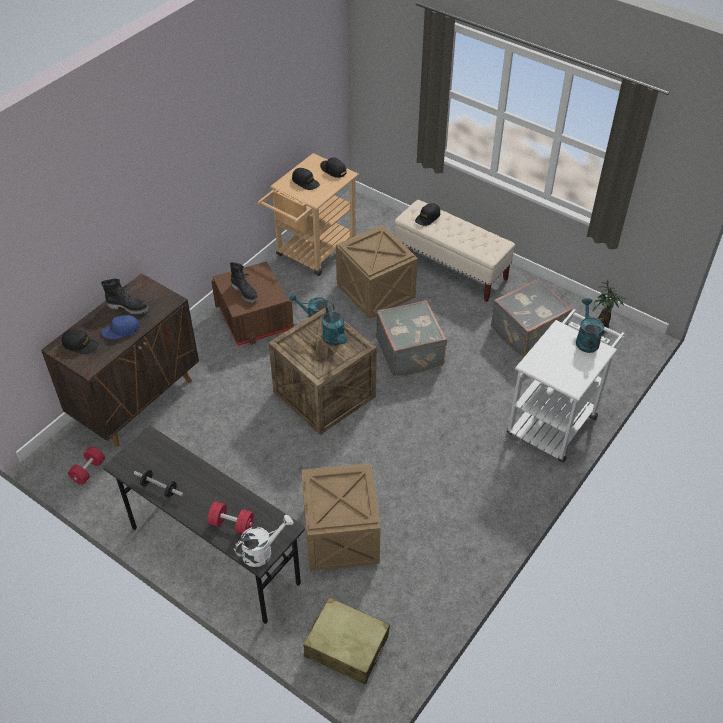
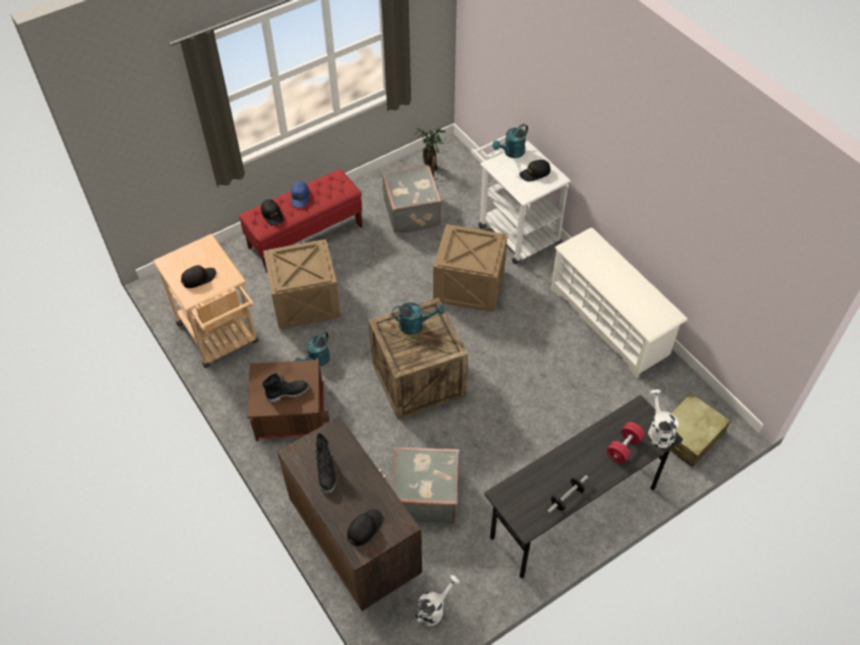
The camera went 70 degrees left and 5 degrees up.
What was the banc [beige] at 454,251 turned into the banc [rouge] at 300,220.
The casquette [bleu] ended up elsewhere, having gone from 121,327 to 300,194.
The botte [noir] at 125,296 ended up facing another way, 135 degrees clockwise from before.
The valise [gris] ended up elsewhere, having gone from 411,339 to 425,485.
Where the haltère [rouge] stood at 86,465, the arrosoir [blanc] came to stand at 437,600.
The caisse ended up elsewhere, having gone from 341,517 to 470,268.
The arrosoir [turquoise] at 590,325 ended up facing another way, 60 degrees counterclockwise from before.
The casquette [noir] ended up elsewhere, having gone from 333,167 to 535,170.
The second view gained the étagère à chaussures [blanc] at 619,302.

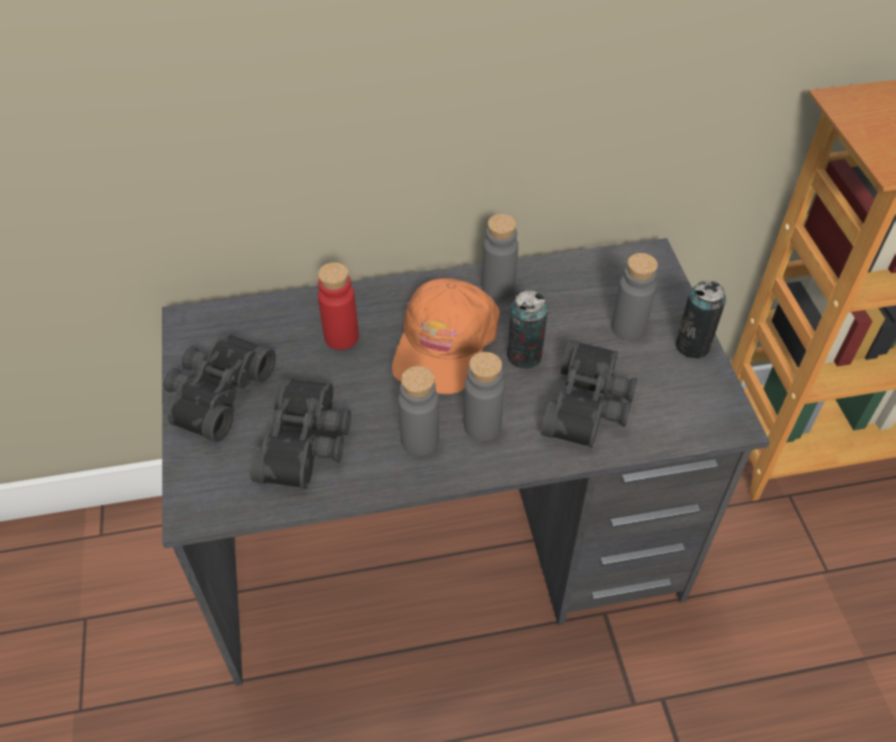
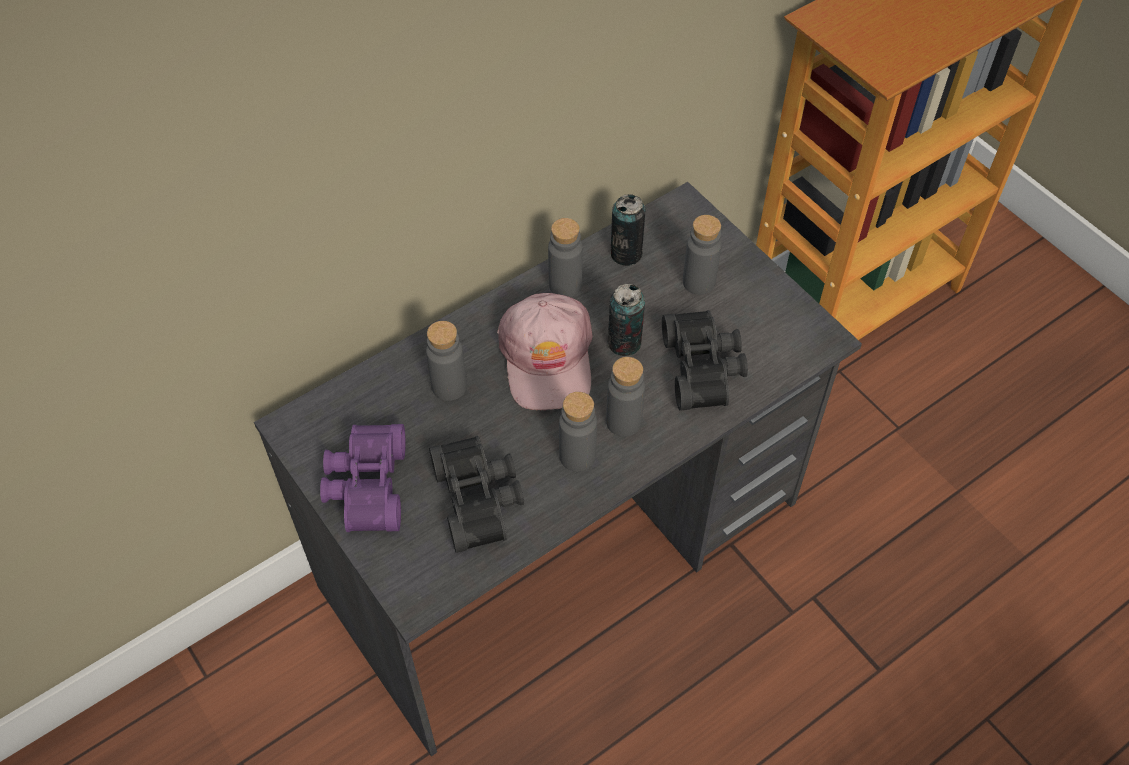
The camera went 25 degrees left and 5 degrees up.
What was the jumelles [noir] at 219,388 turned into the jumelles [violet] at 363,478.
What was the bouteille [rouge] at 338,306 turned into the bouteille [gris] at 446,361.
What was the casquette [orange] at 446,336 turned into the casquette [rose] at 544,351.
The boîte métallique ended up elsewhere, having gone from 701,319 to 628,230.

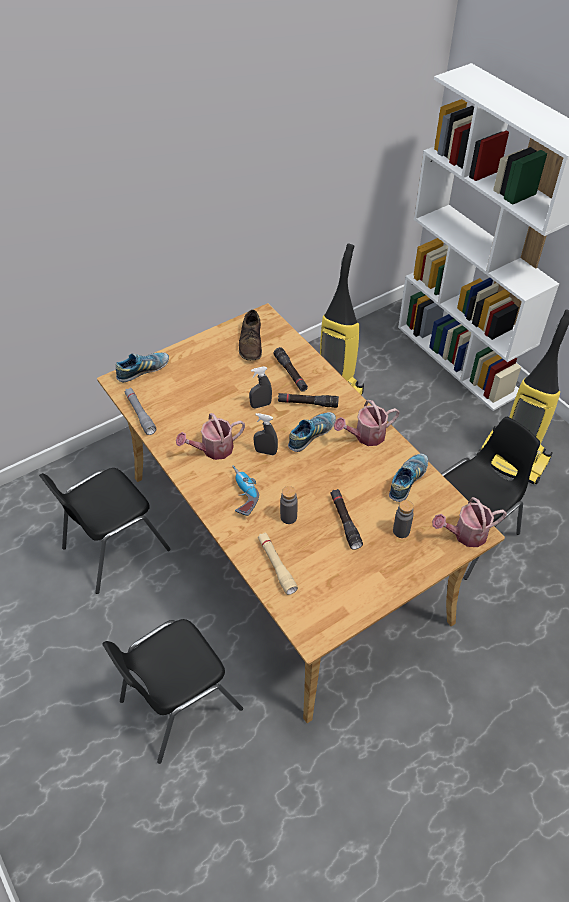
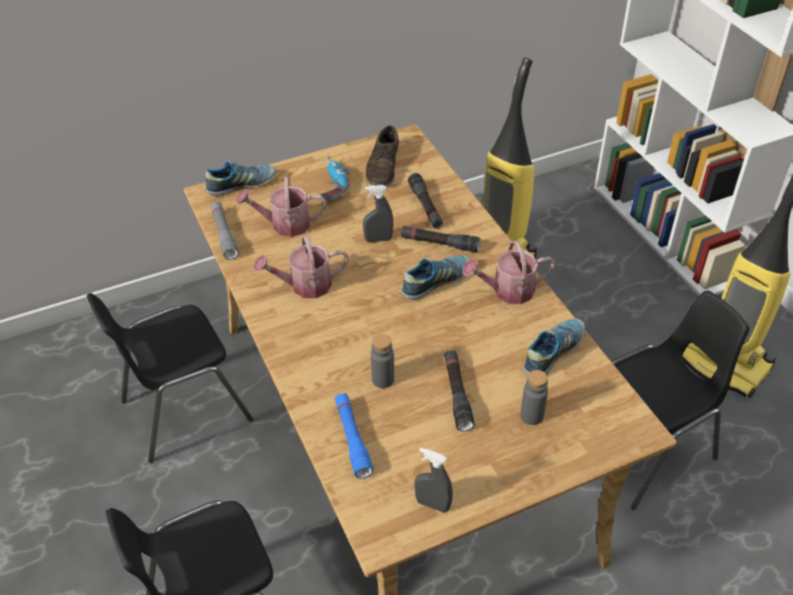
The camera went 10 degrees right and 5 degrees down.
The arrosoir ended up elsewhere, having gone from 469,522 to 281,207.
The perceuse ended up elsewhere, having gone from 245,490 to 335,179.
What was the lampe de poche [beige] at 278,563 turned into the lampe de poche [bleu] at 354,436.
The vaporisateur [gris] ended up elsewhere, having gone from 265,434 to 433,480.

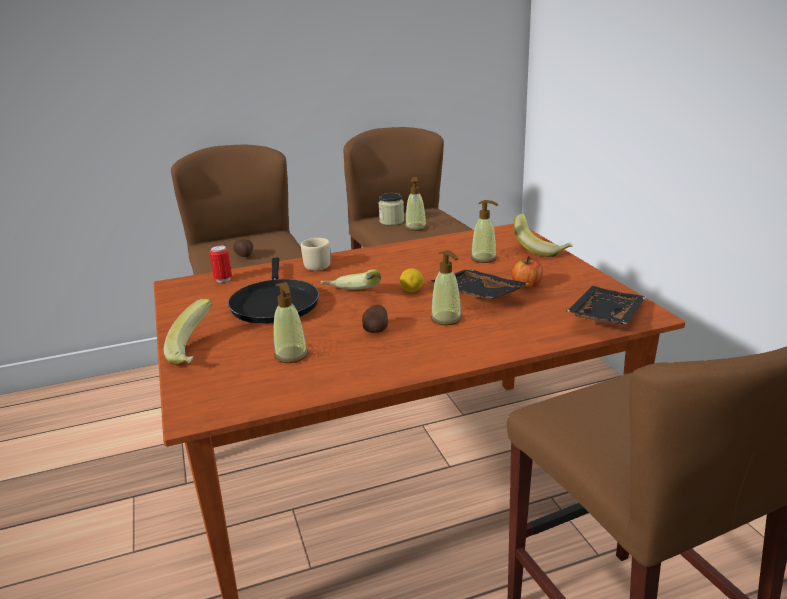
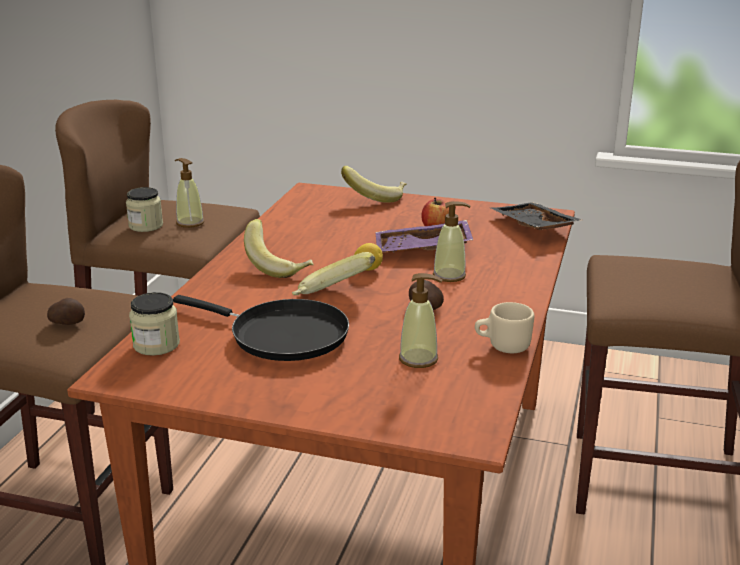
The camera went 55 degrees left and 0 degrees up.
Where the boîte métallique stood at 221,264, the bocal came to stand at 154,324.
The banane ended up elsewhere, having gone from 188,332 to 278,248.
What was the plateau [noir] at 480,284 turned into the plateau [violet] at 424,236.
The mug [beige] ended up elsewhere, having gone from 316,254 to 504,327.
The second view lost the distributeur de savon at 485,231.

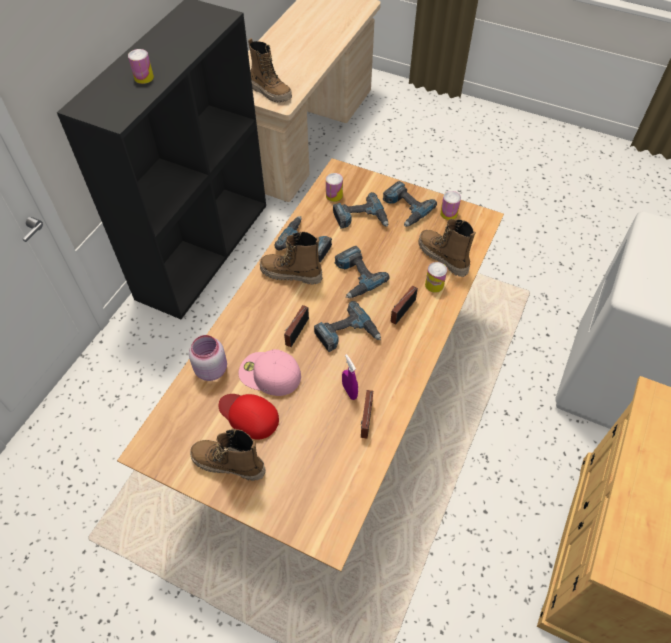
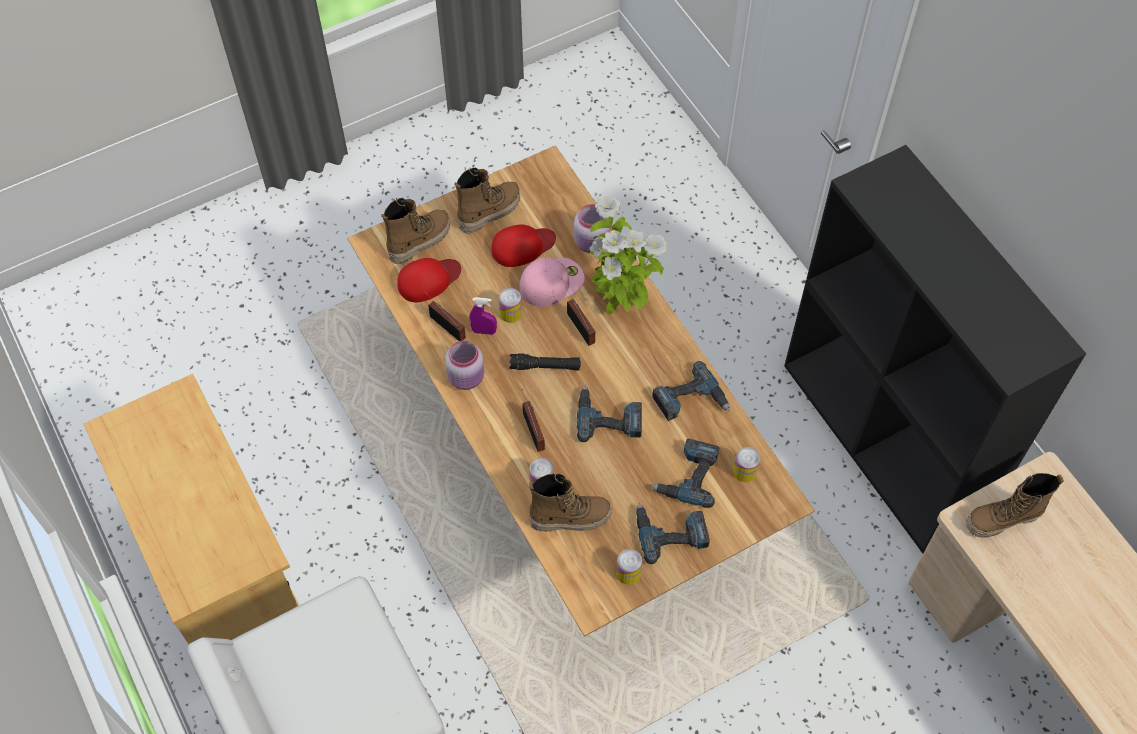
The camera went 125 degrees right and 5 degrees up.
The botte ended up elsewhere, having gone from 291,258 to 415,231.
The second view gained the casquette [rouge] at 429,280.
The second view gained the bocal [rose] at 464,365.
The boîte métallique ended up elsewhere, having gone from 141,66 to 510,305.
Where the perceuse stood at 347,326, the lampe de poche [noir] came to stand at 545,361.
The second view gained the plante en pot at 628,254.

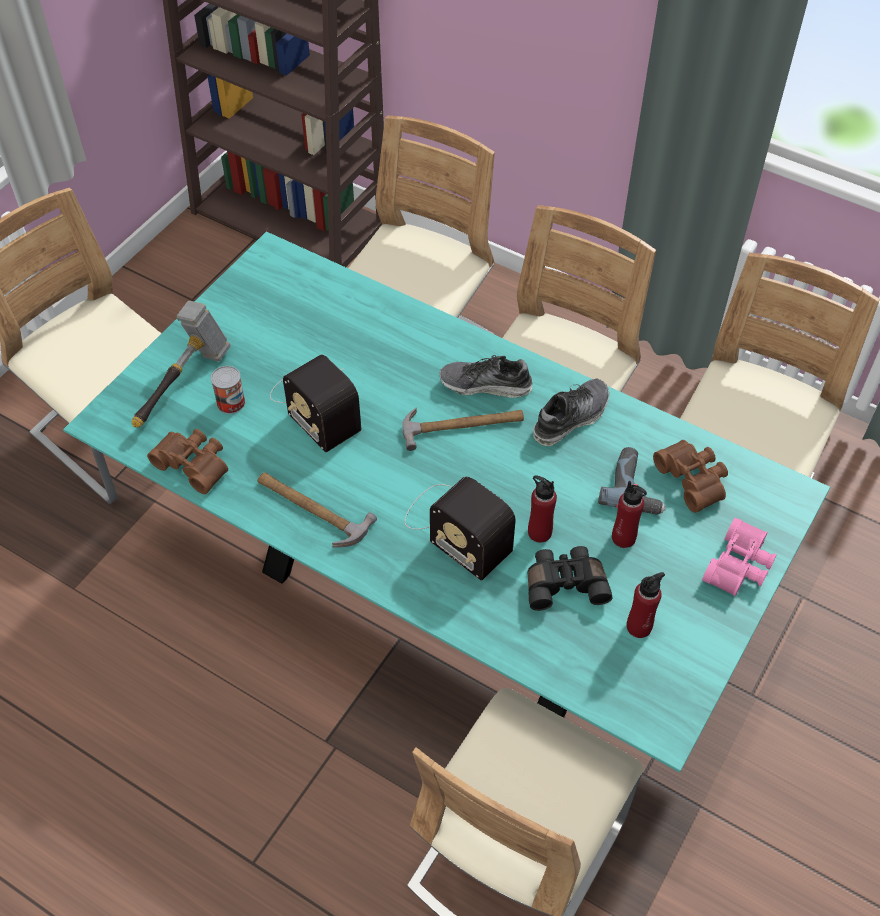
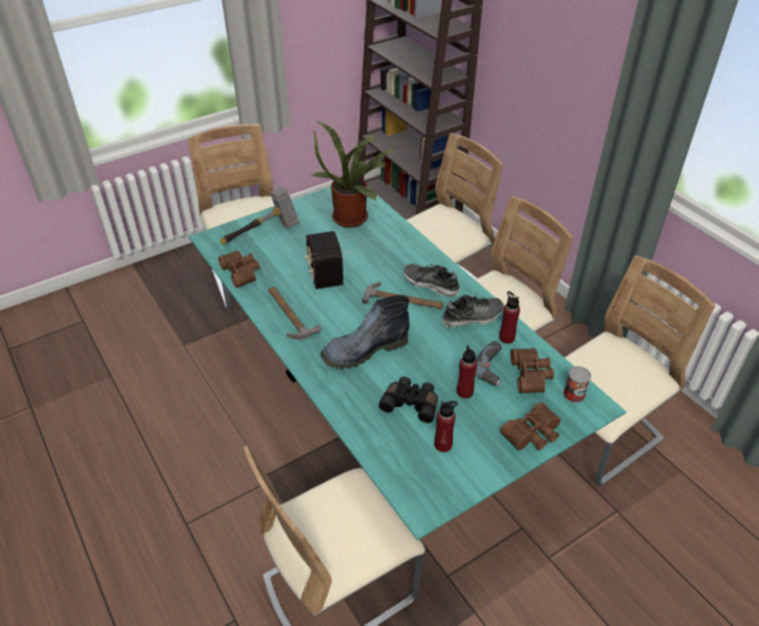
The camera went 25 degrees right and 10 degrees down.
The second view gained the plante en pot at 354,174.
Where the radio stood at 460,529, the botte came to stand at 365,332.
The bouteille [rouge] ended up elsewhere, having gone from 542,509 to 509,317.
What was the jumelles [rose] at 739,556 turned into the jumelles [marron] at 530,426.
The boîte métallique ended up elsewhere, having gone from 228,390 to 577,384.

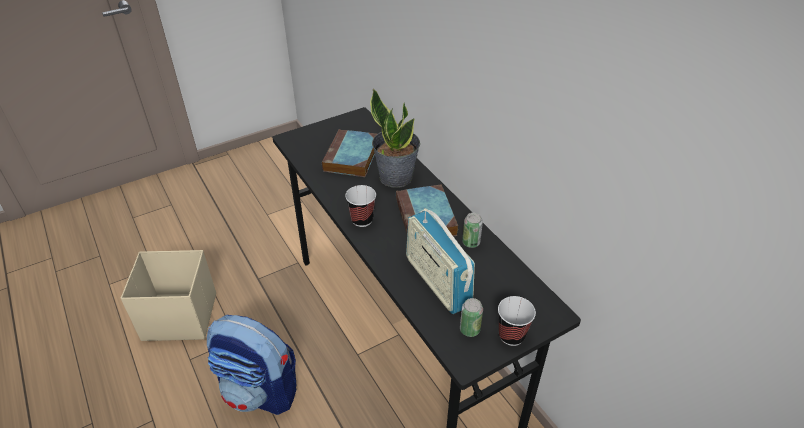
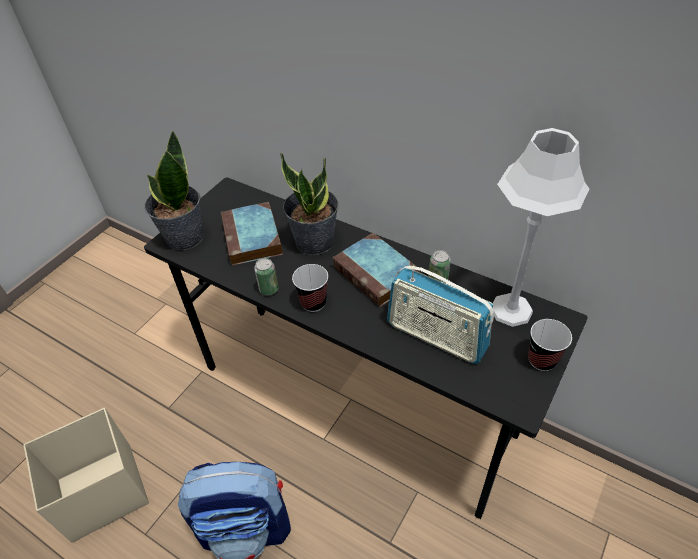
The camera went 25 degrees left and 5 degrees up.
The second view gained the plante en pot at 174,191.
The boîte métallique ended up elsewhere, having gone from 471,317 to 266,277.
The second view gained the lampe de table [gris] at 541,227.

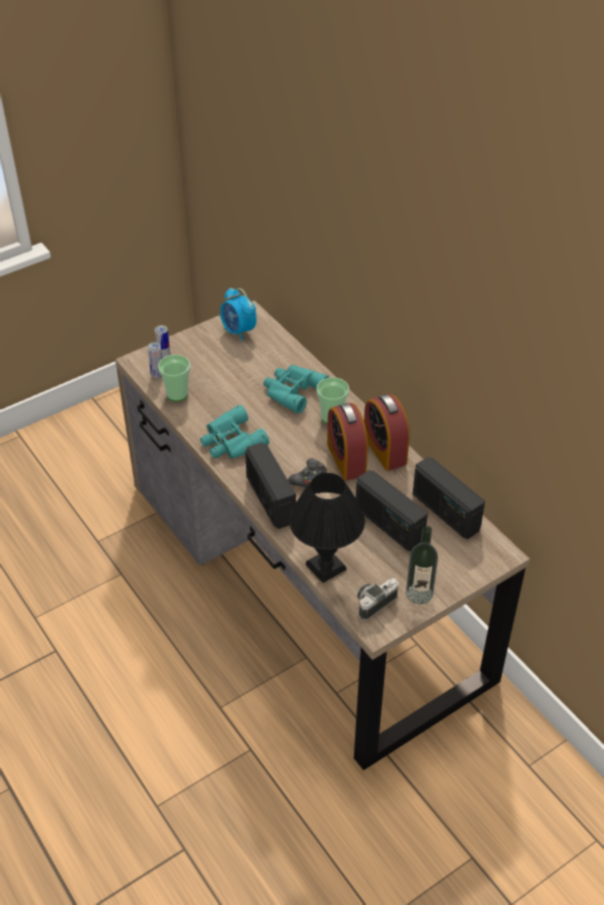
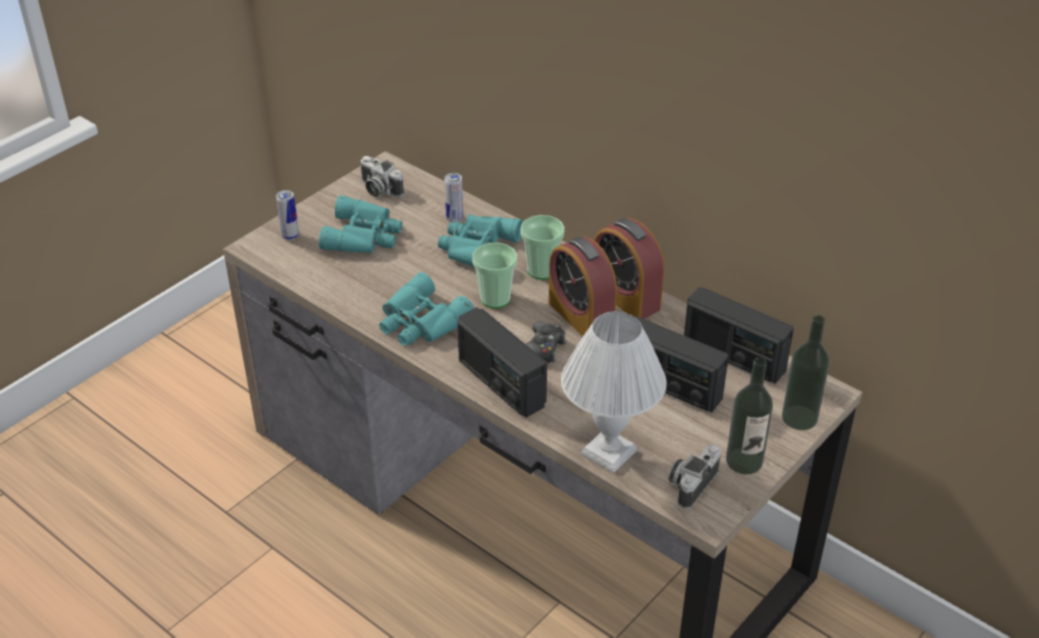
The camera went 15 degrees left and 5 degrees down.
The second view gained the jumelles [turquoise] at 360,224.
Where the réveil stood at 238,314, the appareil photo came to stand at 382,176.
The boîte métallique ended up elsewhere, having gone from 155,360 to 453,197.
The tasse ended up elsewhere, having gone from 174,378 to 494,275.
What was the lampe de table [noir] at 327,528 turned into the lampe de table [blanc] at 614,392.
The second view gained the bouteille at 806,372.

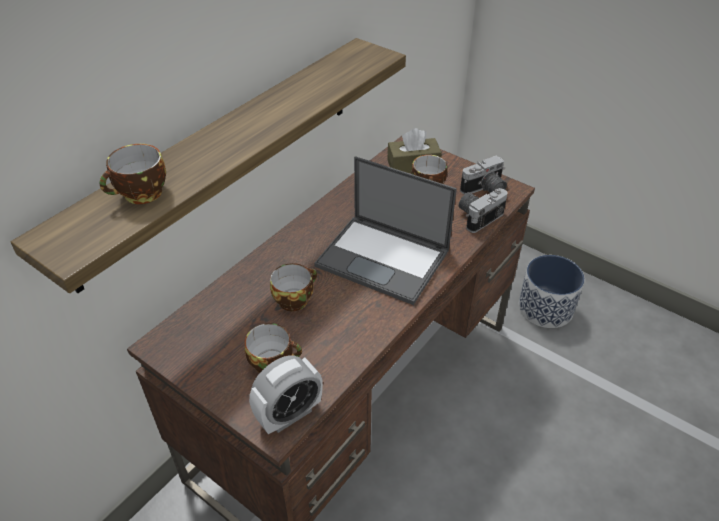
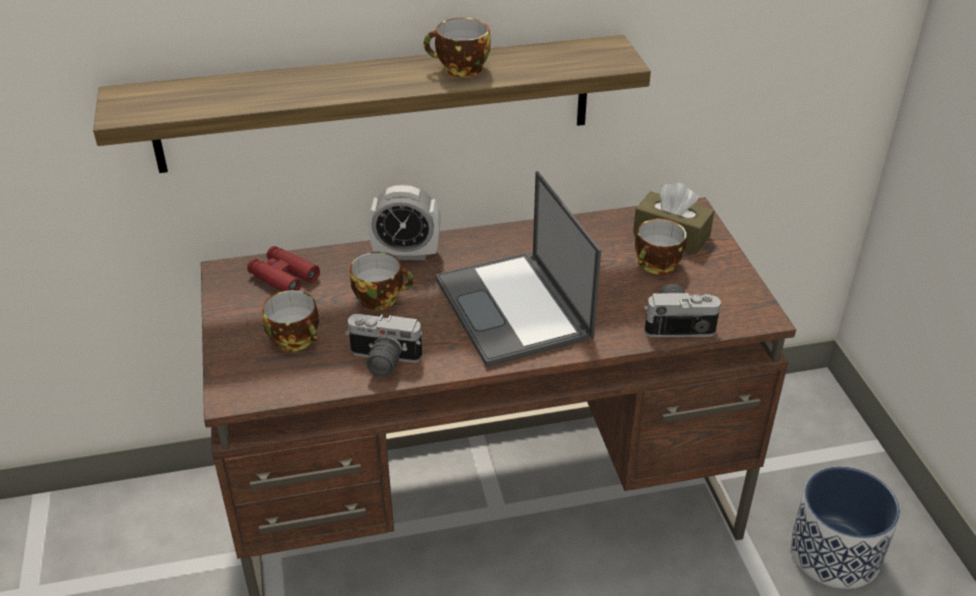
The camera went 40 degrees right and 5 degrees down.
The second view gained the jumelles [rouge] at 283,269.
The appareil photo ended up elsewhere, having gone from 483,174 to 383,345.
The réveil ended up elsewhere, having gone from 286,394 to 404,222.
The tasse ended up elsewhere, having gone from 132,174 to 457,47.

